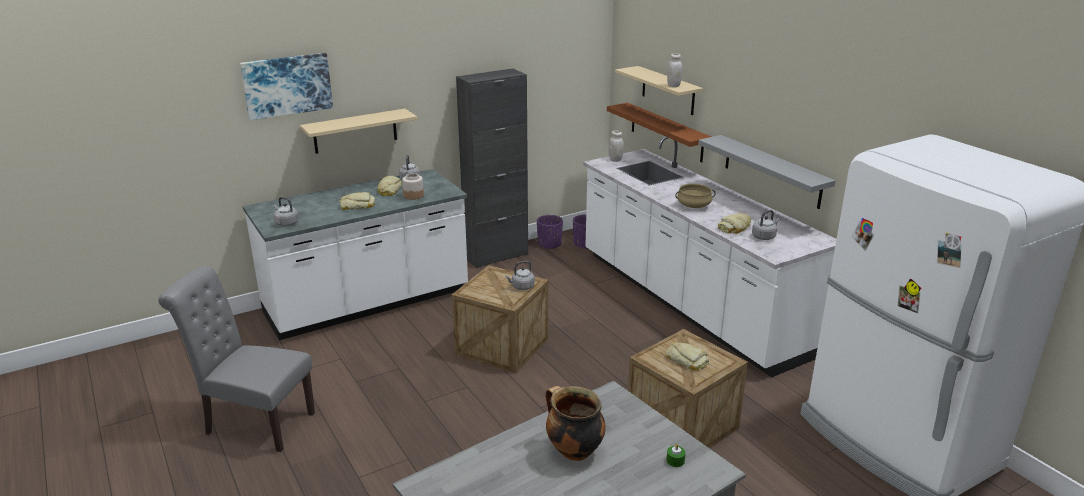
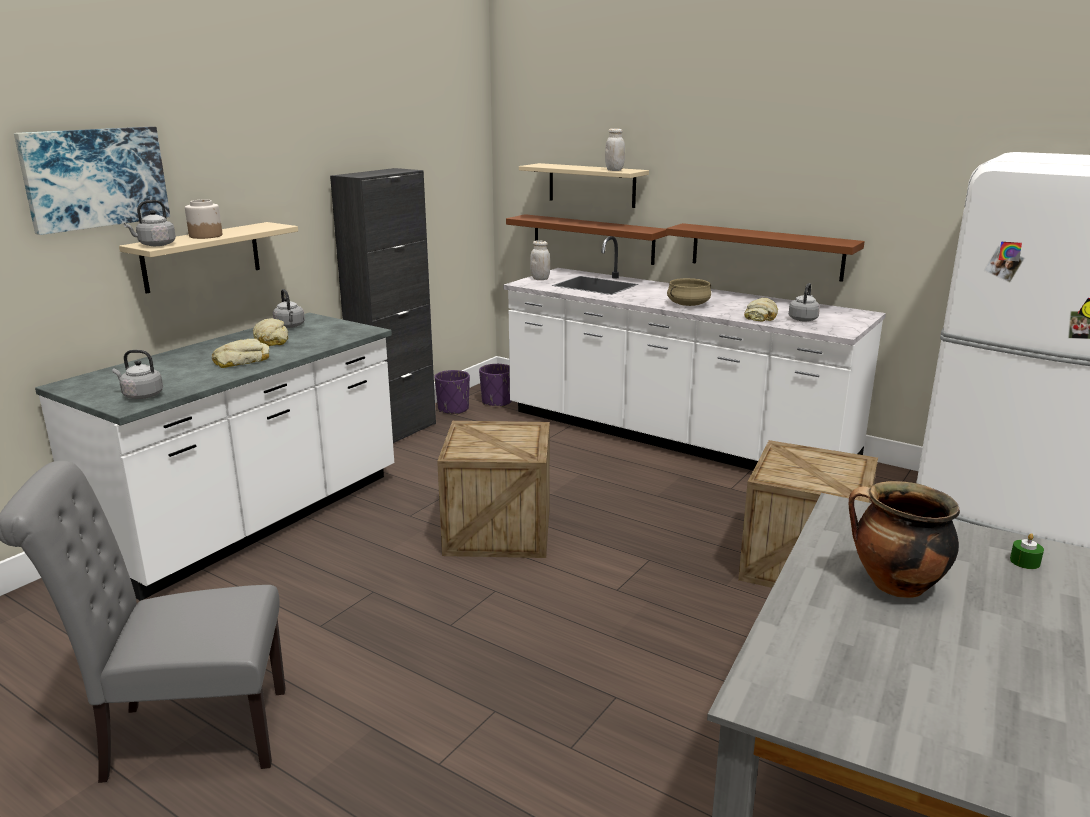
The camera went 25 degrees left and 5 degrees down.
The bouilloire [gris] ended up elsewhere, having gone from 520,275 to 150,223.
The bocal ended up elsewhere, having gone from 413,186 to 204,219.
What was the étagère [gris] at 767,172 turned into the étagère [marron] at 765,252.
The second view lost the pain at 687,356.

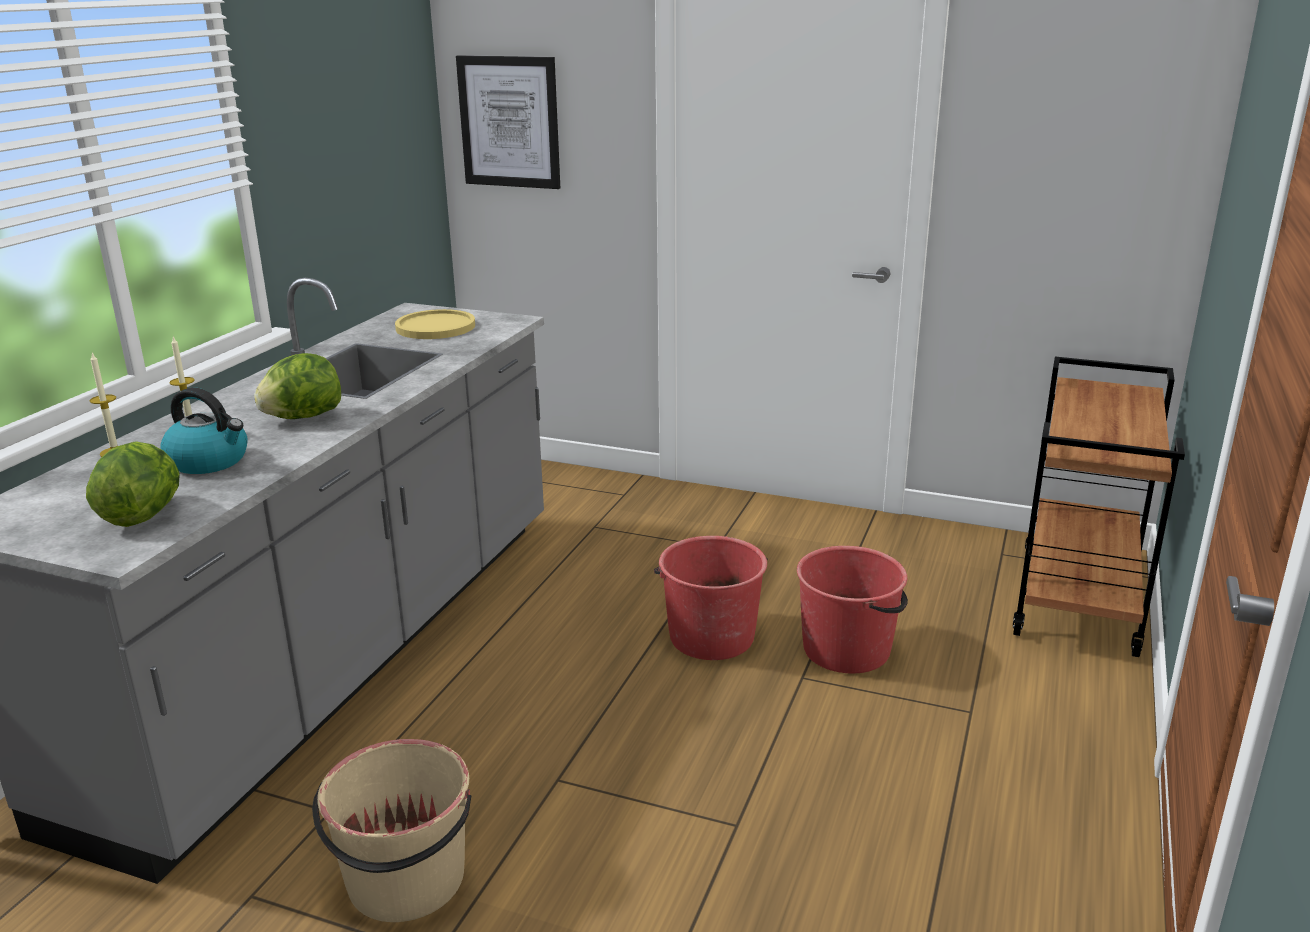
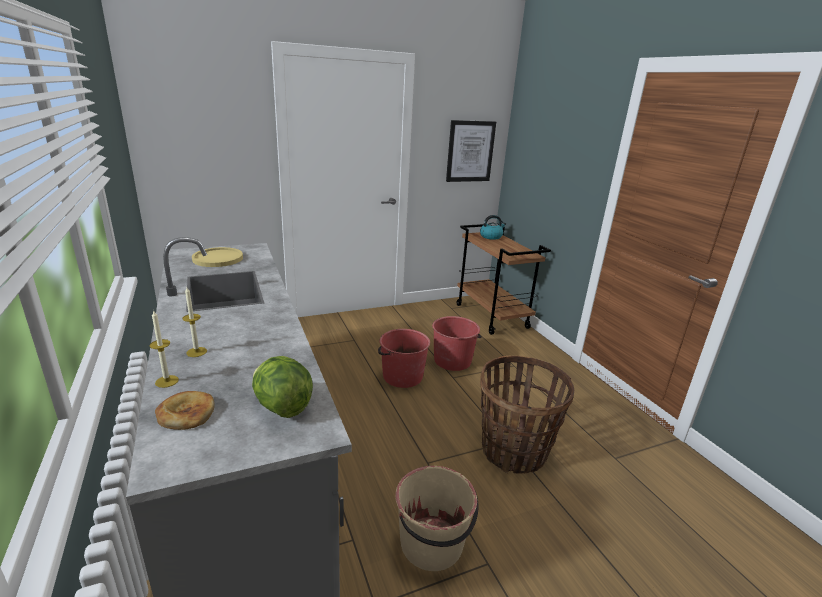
The camera went 45 degrees left and 0 degrees up.
The second view gained the pain at 185,410.
The tableau ended up elsewhere, having gone from 508,122 to 471,151.
The bouilloire ended up elsewhere, having gone from 204,431 to 493,227.
The second view gained the panier at 527,414.
The second view lost the laitue at 297,386.

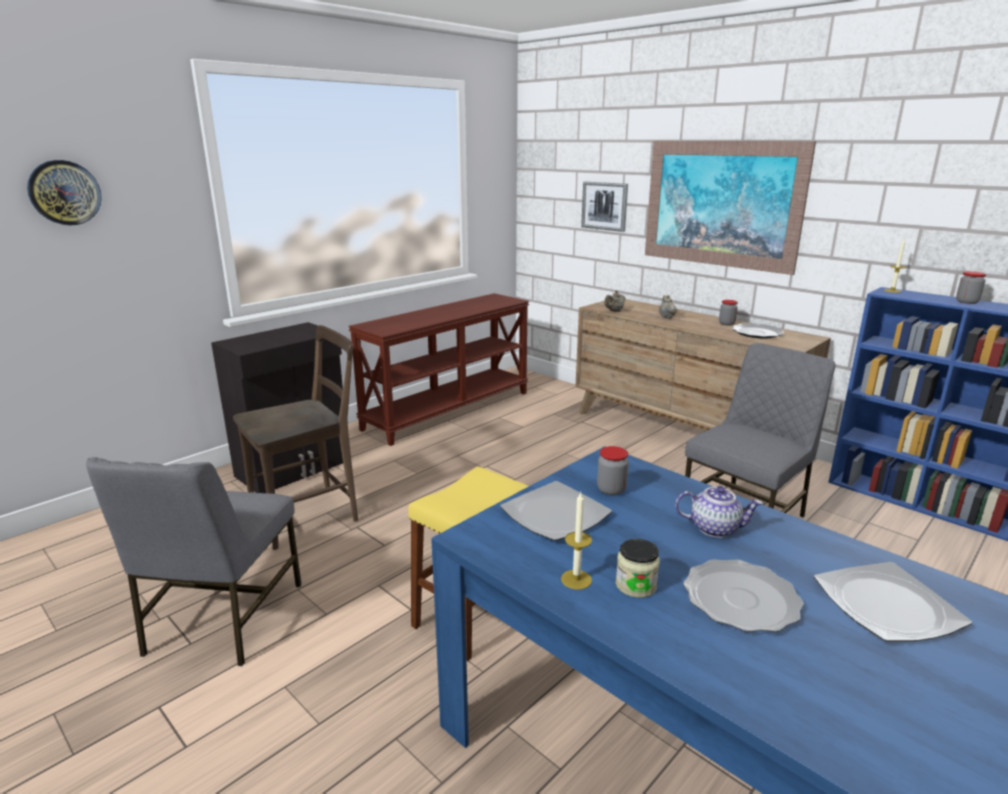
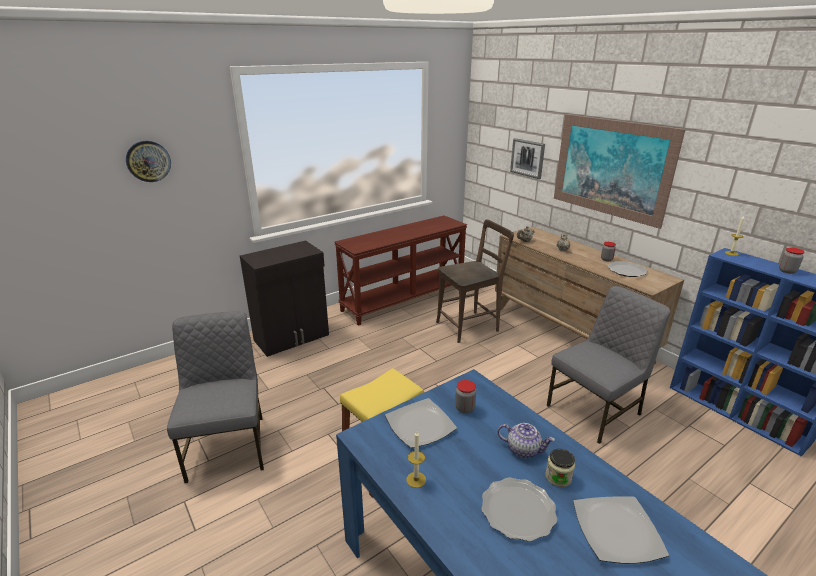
The camera went 10 degrees right and 5 degrees up.
The chaise [gris] at 194,561 ended up facing another way, 150 degrees clockwise from before.
The chaise [marron] ended up elsewhere, having gone from 295,437 to 475,281.
The bocal ended up elsewhere, having gone from 638,568 to 560,468.

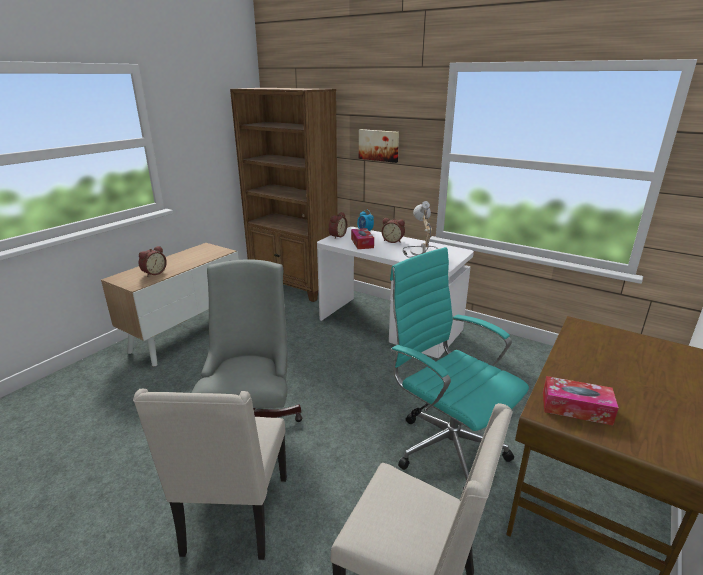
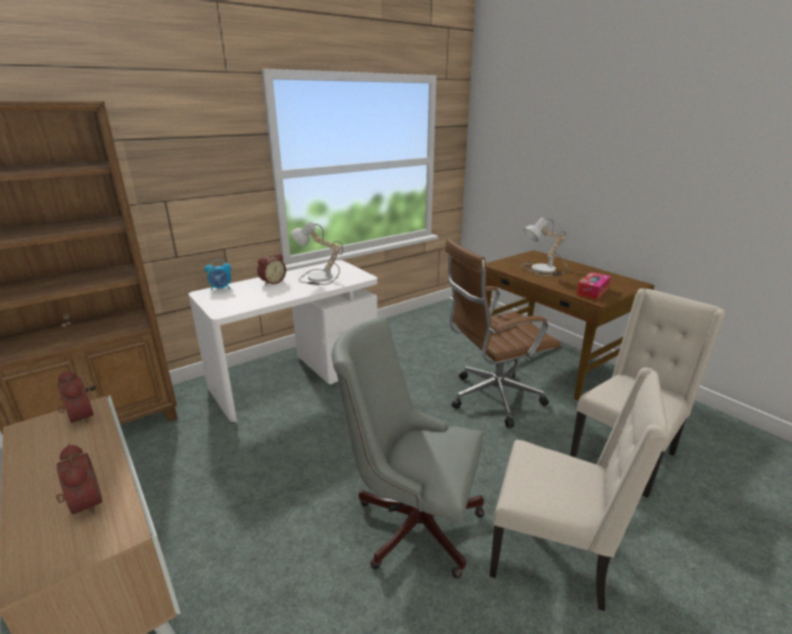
The camera went 70 degrees left and 0 degrees up.
The réveil ended up elsewhere, having gone from 337,225 to 75,397.
What was the chaise de bureau [turquoise] at 459,368 turned into the chaise de bureau [marron] at 503,333.
The second view gained the lampe de table at 544,247.
The second view lost the boîte à mouchoirs at 362,238.
The second view lost the tableau at 379,146.

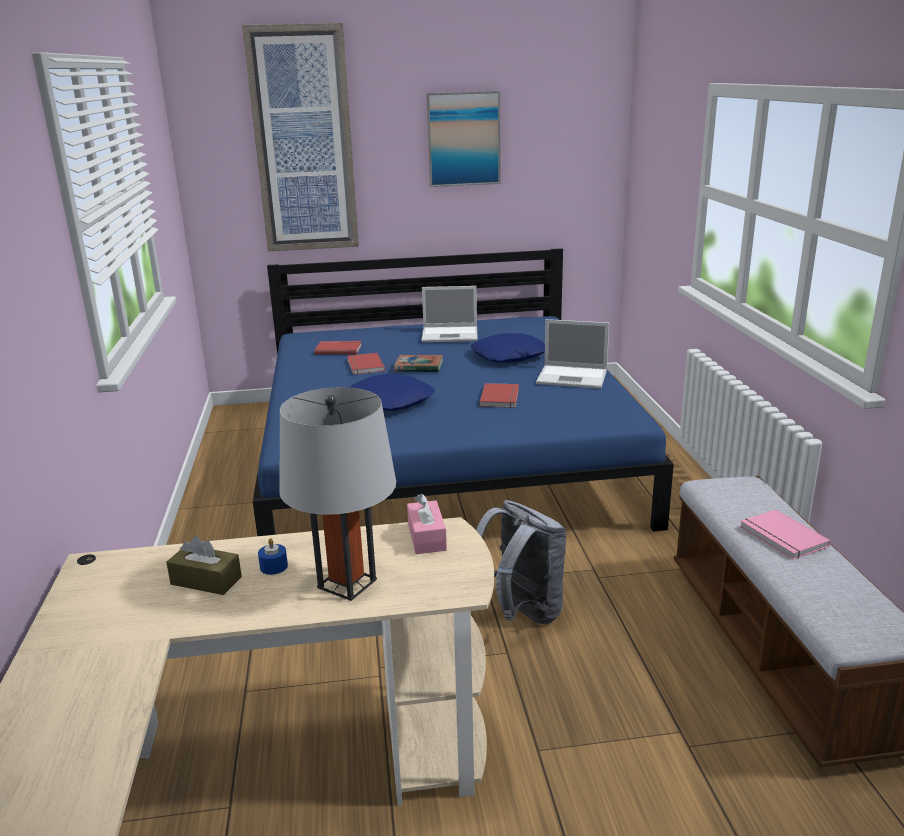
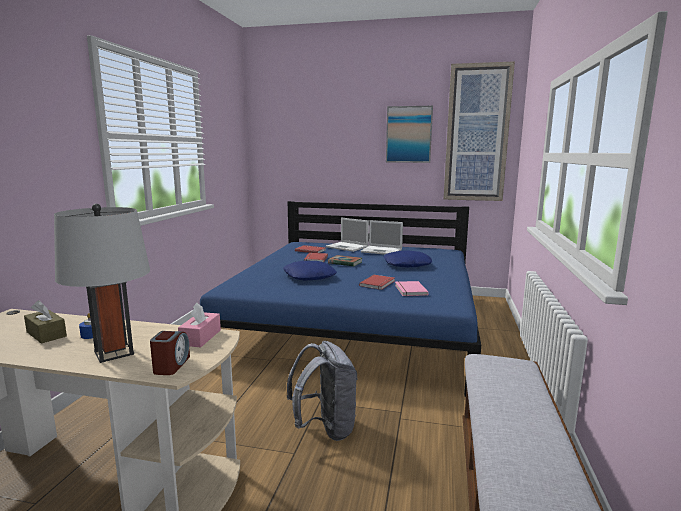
The camera went 20 degrees right and 10 degrees down.
The second view gained the réveil at 170,353.
The ordinateur portable ended up elsewhere, having gone from 572,354 to 347,235.
The livre [rose] ended up elsewhere, having gone from 785,534 to 412,288.
The tableau ended up elsewhere, having gone from 300,137 to 479,131.

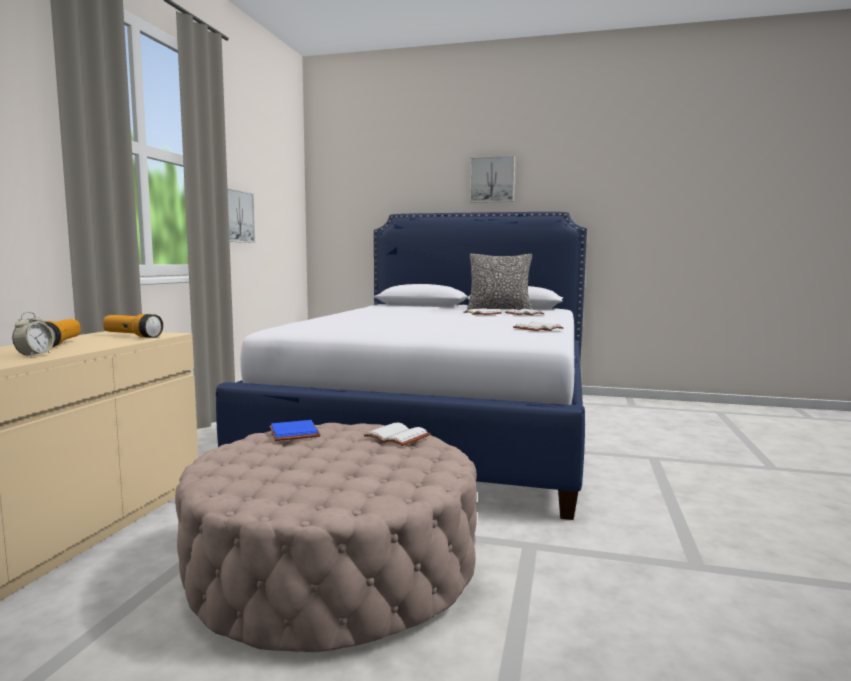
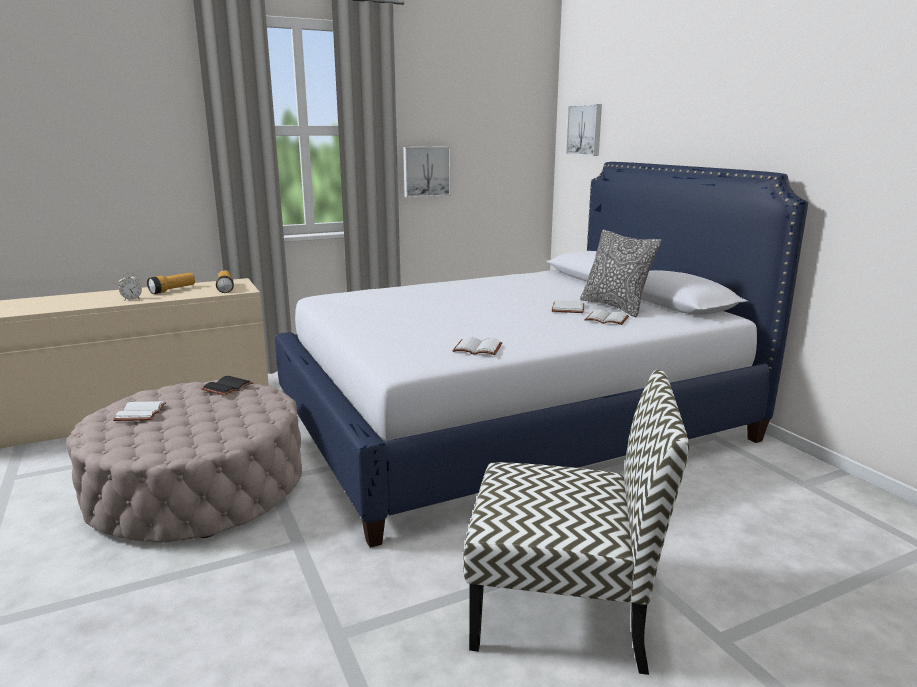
The camera went 50 degrees right and 10 degrees up.
The livre [blanc] ended up elsewhere, having gone from 397,434 to 139,411.
What was the livre [bleu] at 294,430 turned into the livre [noir] at 227,386.
The second view gained the chaise at 576,522.
The tableau ended up elsewhere, having gone from 492,179 to 584,130.

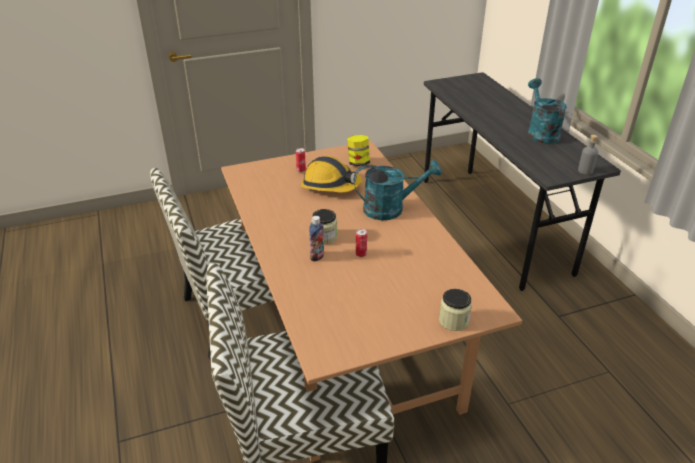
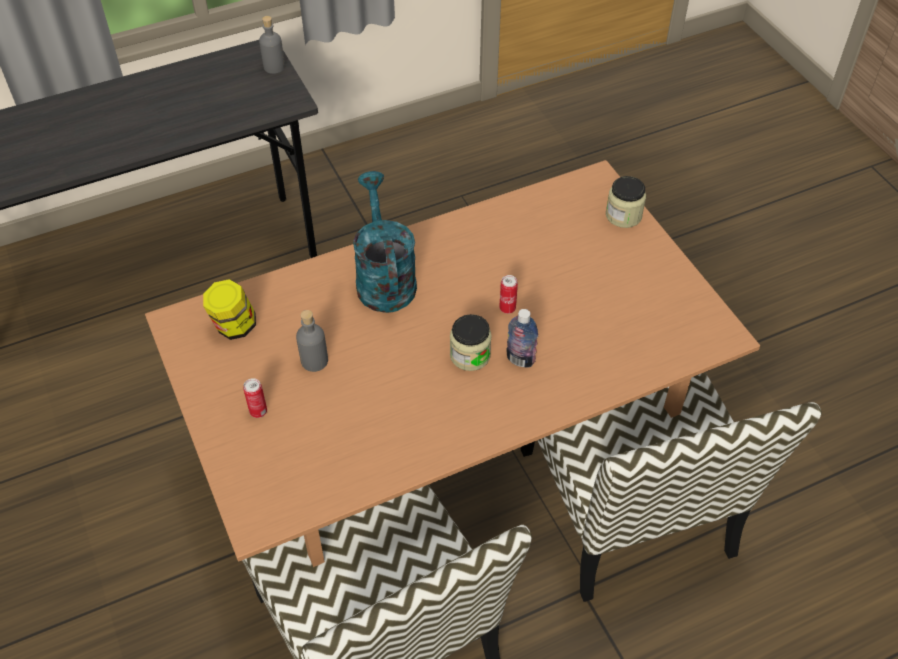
The camera went 95 degrees left and 15 degrees up.
Where the casque de chantier stood at 331,174, the bouteille [gris] came to stand at 312,341.
The second view lost the arrosoir [turquoise] at 547,111.

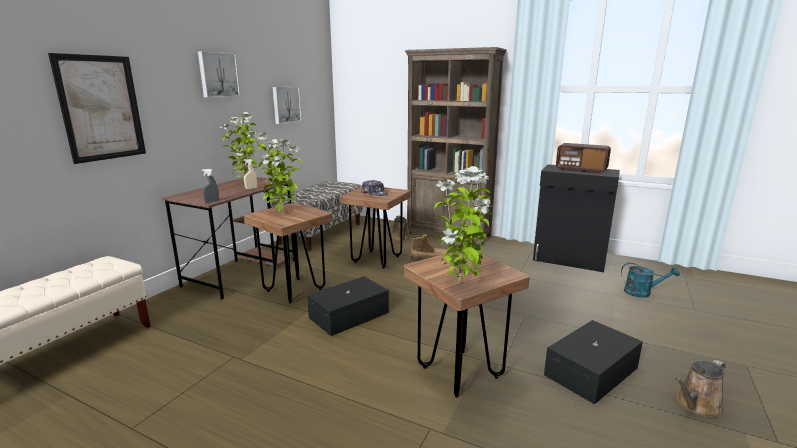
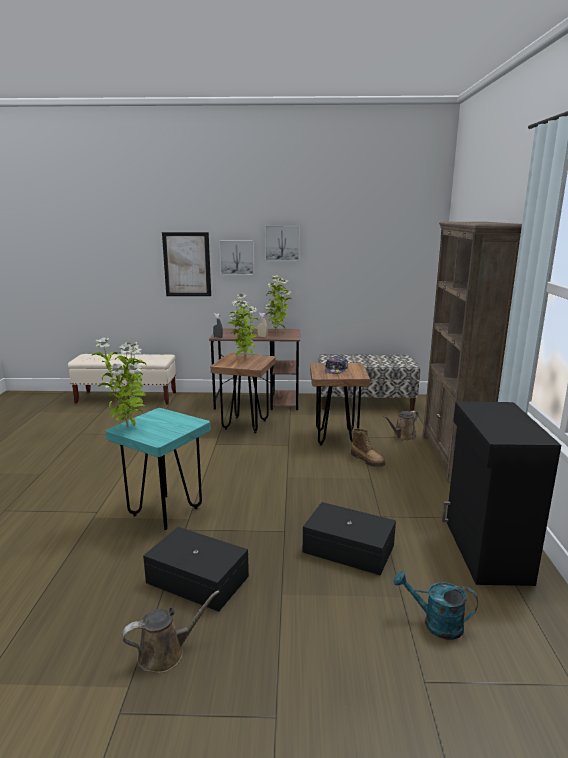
The camera went 65 degrees right and 0 degrees up.
What was the tabouret [marron] at 467,324 turned into the tabouret [turquoise] at 158,469.
The arrosoir [marron] at 700,388 ended up facing another way, 120 degrees clockwise from before.
The tableau ended up elsewhere, having gone from 287,105 to 236,257.
The boîte de rangement [noir] ended up elsewhere, having gone from 348,306 to 349,538.
The arrosoir [turquoise] at 650,280 ended up facing another way, 120 degrees clockwise from before.
The second view lost the radio at 583,158.

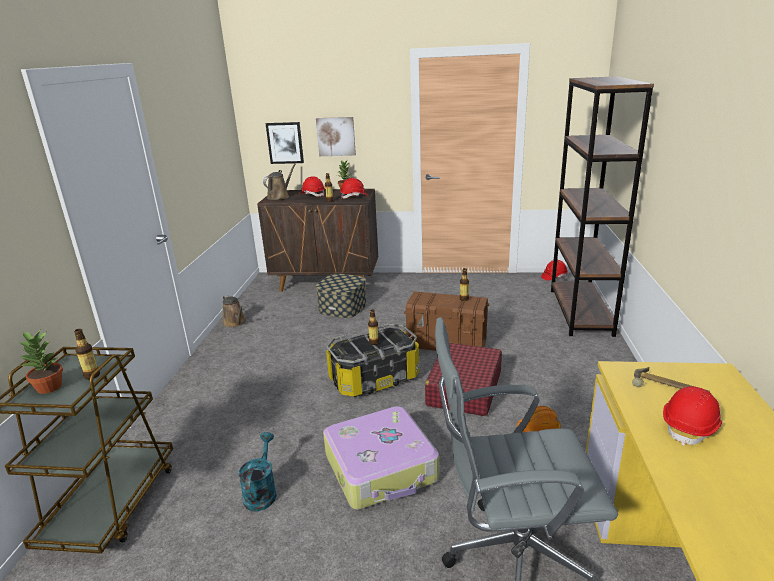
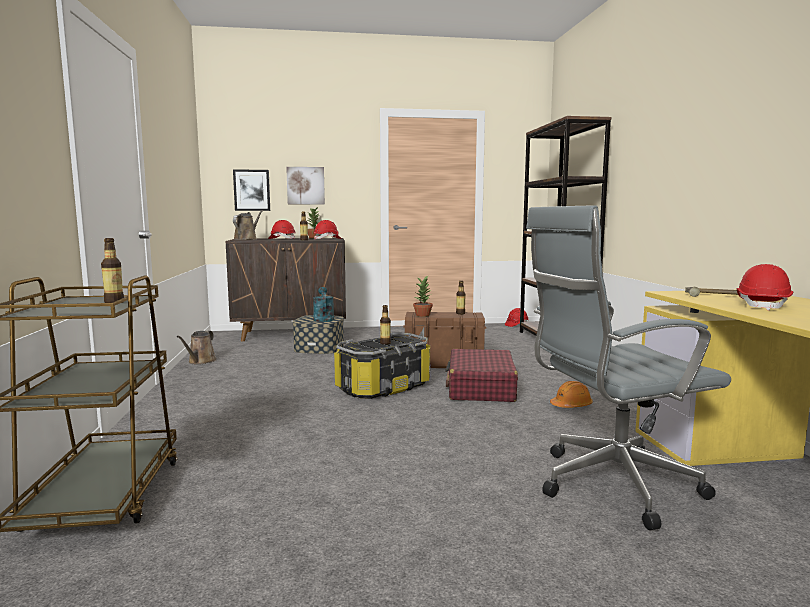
The camera went 15 degrees left and 15 degrees down.
The arrosoir [marron] at 234,311 ended up facing another way, 60 degrees clockwise from before.
The arrosoir [turquoise] ended up elsewhere, having gone from 257,472 to 323,304.
The plante en pot ended up elsewhere, having gone from 41,362 to 423,296.
The second view lost the valise at 381,458.

